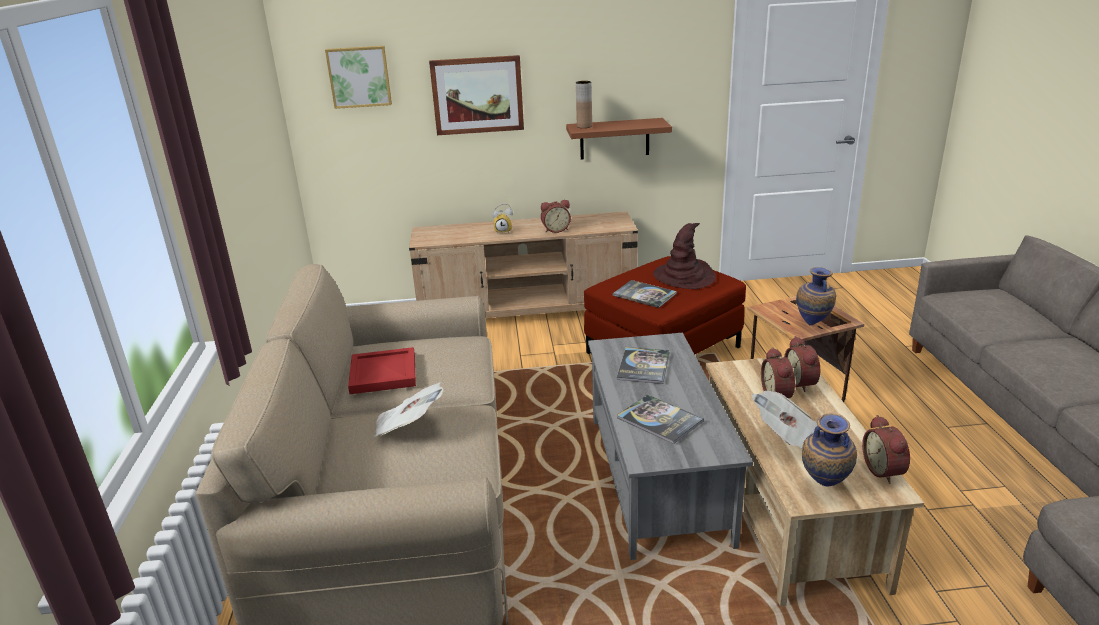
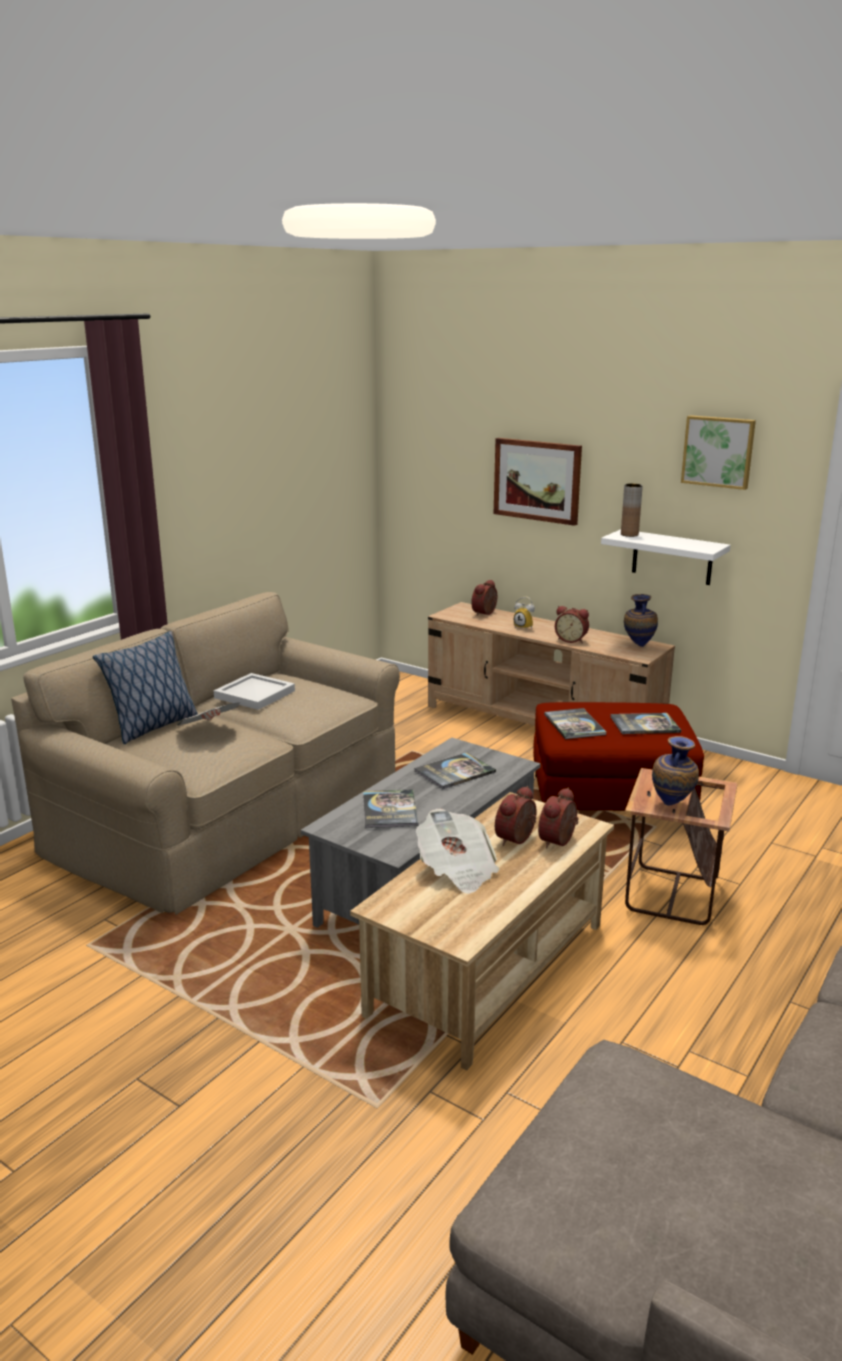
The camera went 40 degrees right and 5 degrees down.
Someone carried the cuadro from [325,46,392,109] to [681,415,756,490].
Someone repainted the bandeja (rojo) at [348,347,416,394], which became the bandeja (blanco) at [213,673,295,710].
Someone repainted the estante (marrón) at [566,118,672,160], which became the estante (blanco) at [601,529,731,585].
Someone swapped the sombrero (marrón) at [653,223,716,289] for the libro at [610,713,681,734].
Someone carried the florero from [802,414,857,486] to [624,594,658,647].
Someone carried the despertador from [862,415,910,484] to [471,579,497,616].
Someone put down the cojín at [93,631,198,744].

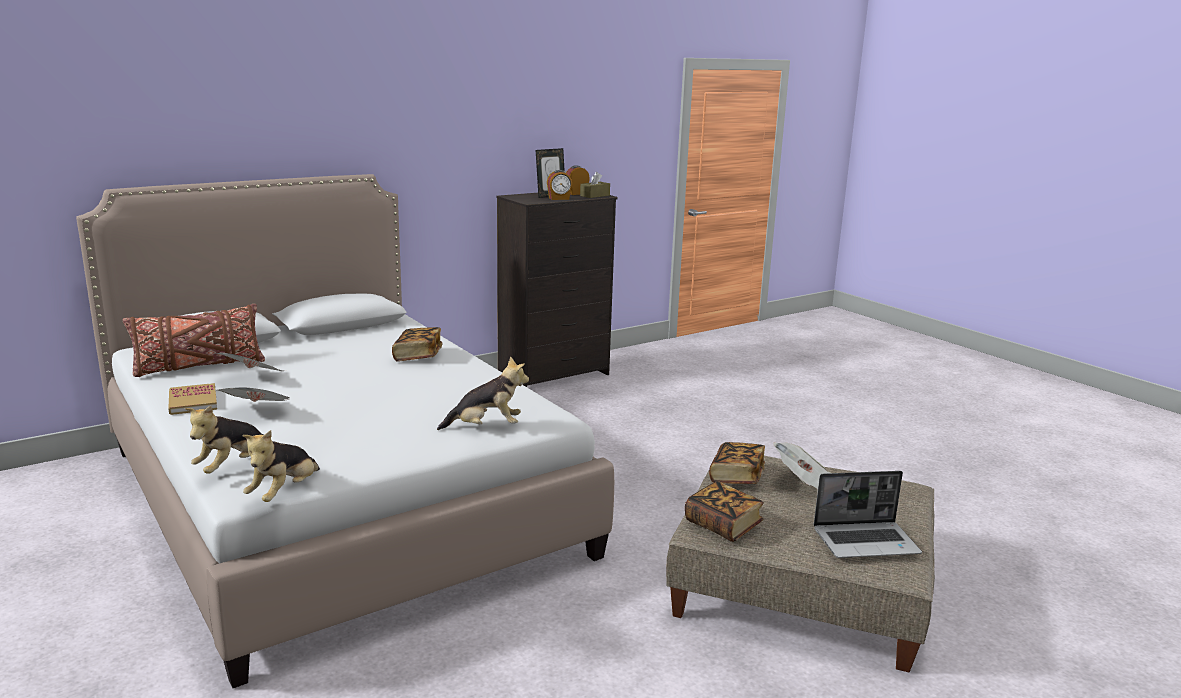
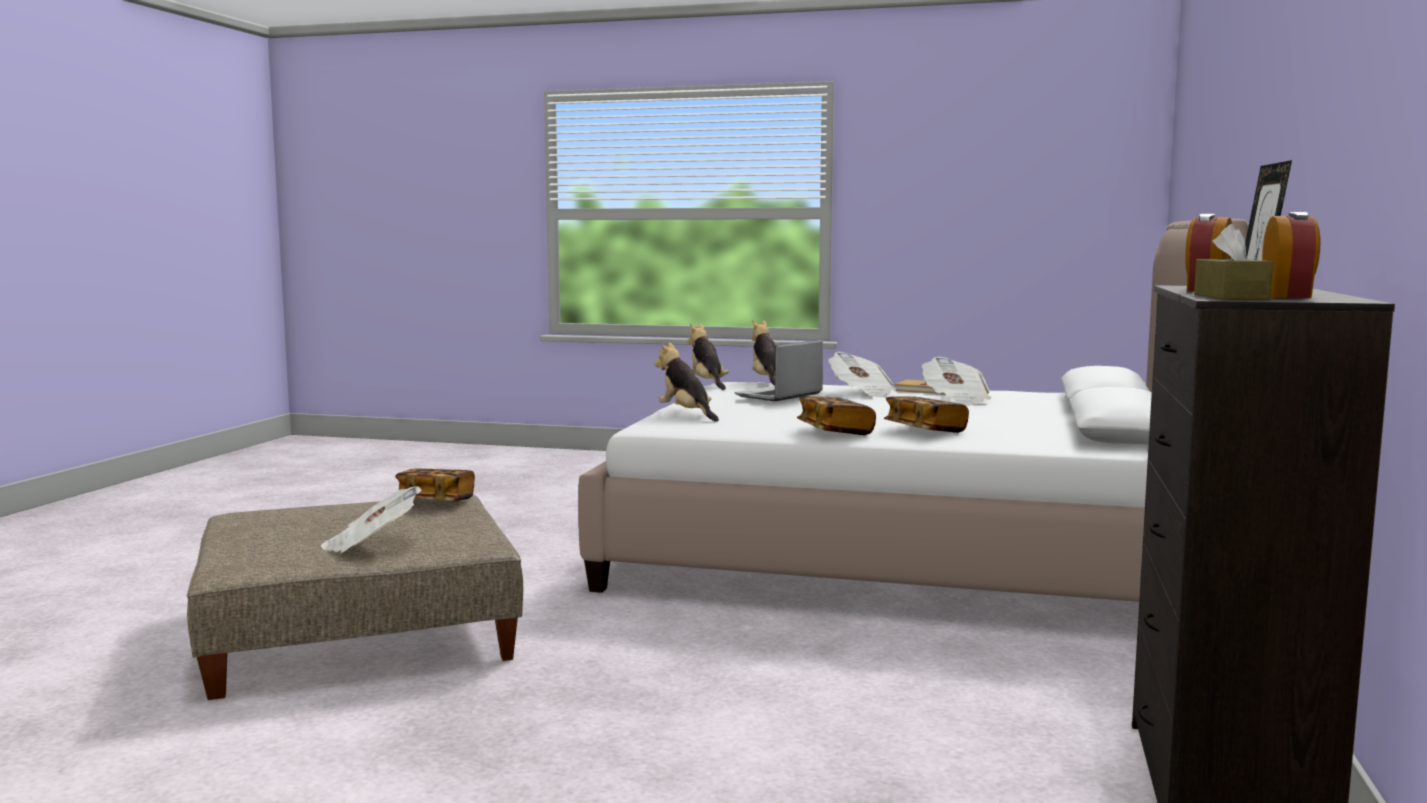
The camera went 140 degrees right and 10 degrees down.
Someone took away the cojín (marrón) at [123,304,265,377].
Someone rotated the peluche at [437,356,529,430] by 105 degrees clockwise.
Someone carried the libro from [709,442,765,484] to [797,396,876,435].
Someone carried the portátil from [814,471,922,558] to [734,340,823,401].

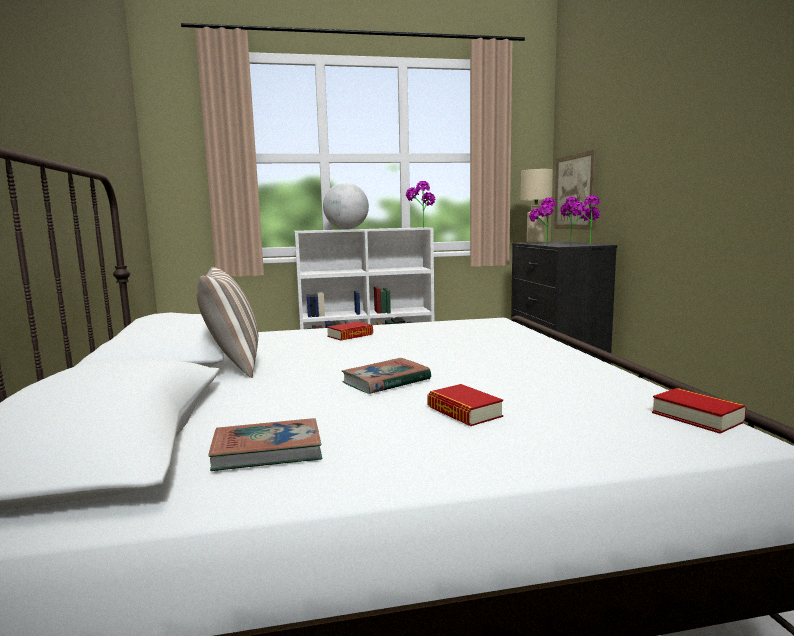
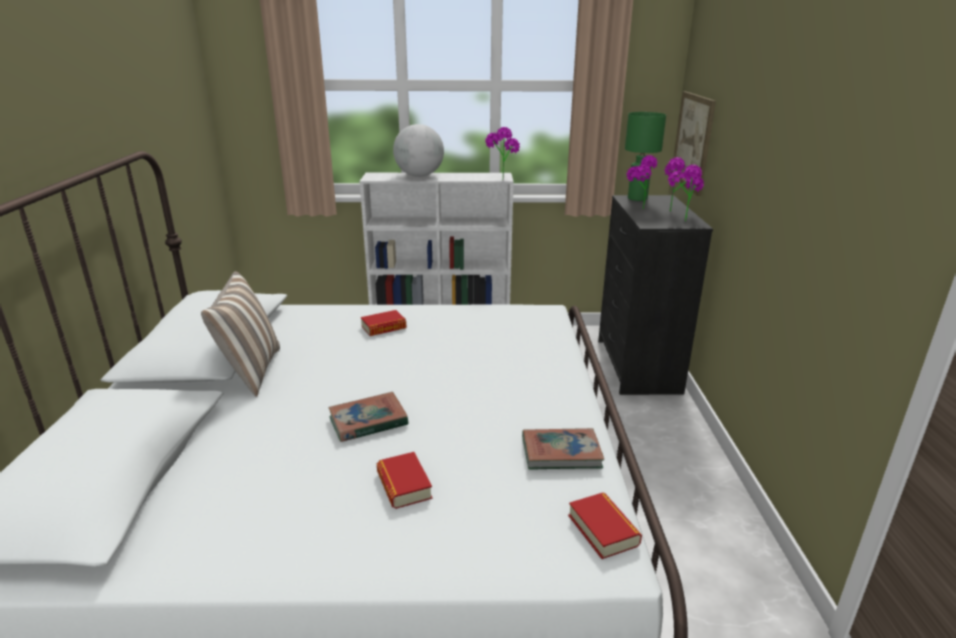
The camera went 10 degrees right and 15 degrees up.
Someone carried the libro from [209,418,322,471] to [522,428,604,470].
Someone repainted the lámpara de mesa (beis) at [521,169,553,243], which became the lámpara de mesa (verde) at [625,112,666,201].

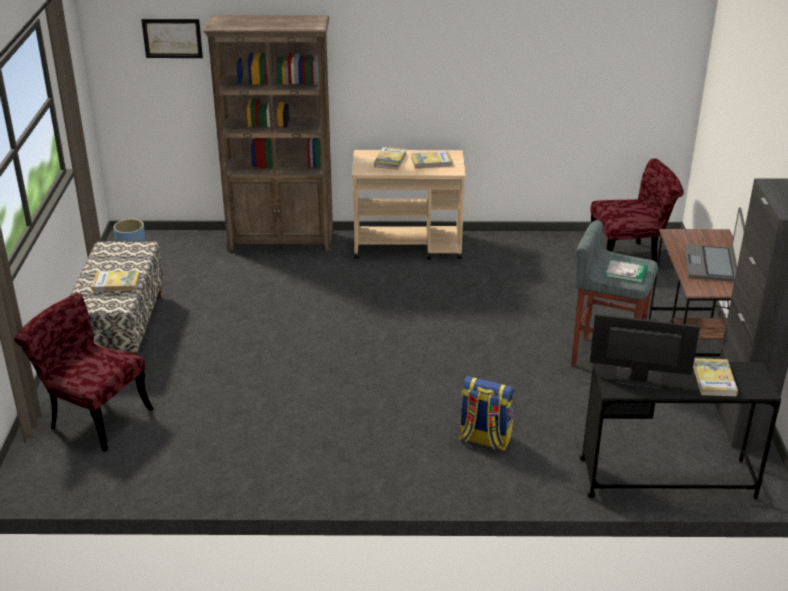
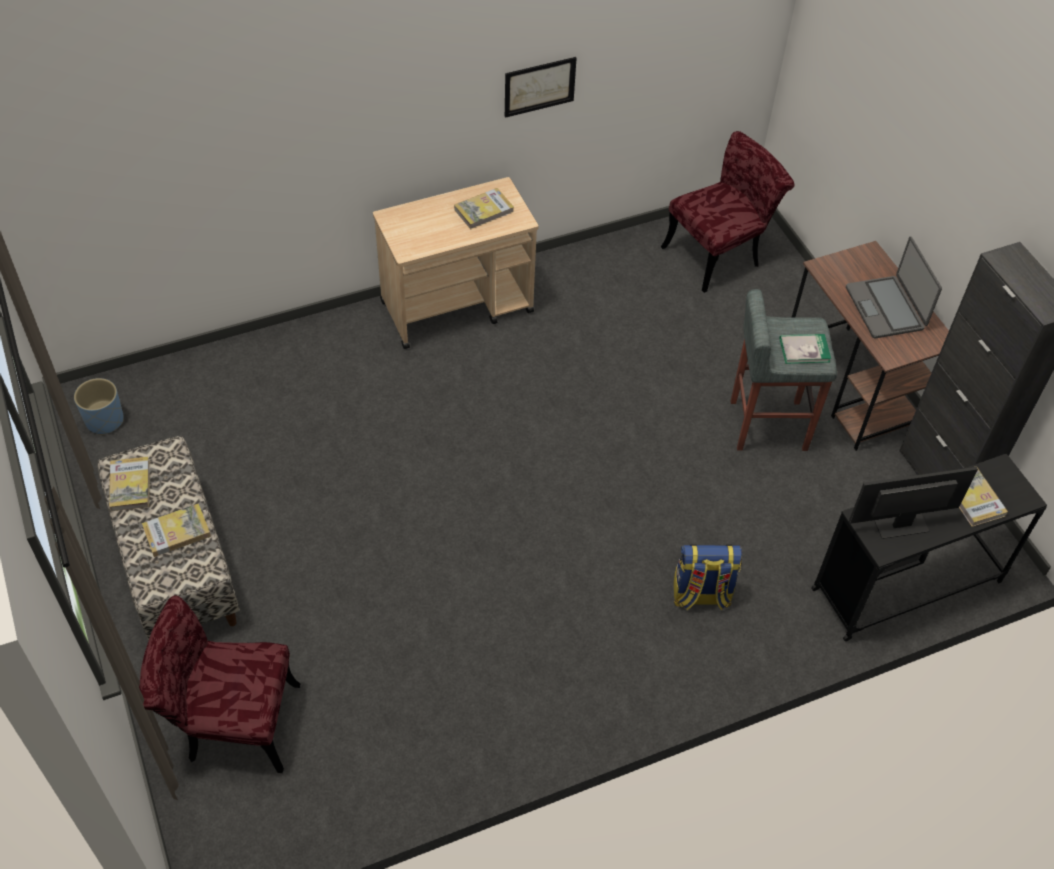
The camera went 25 degrees left and 20 degrees up.
Someone carried the cuadro from [141,19,203,58] to [505,57,577,118].
Someone took away the estantería (marrón) at [203,15,333,252].
Someone carried the libro from [374,147,407,170] to [109,457,150,511].

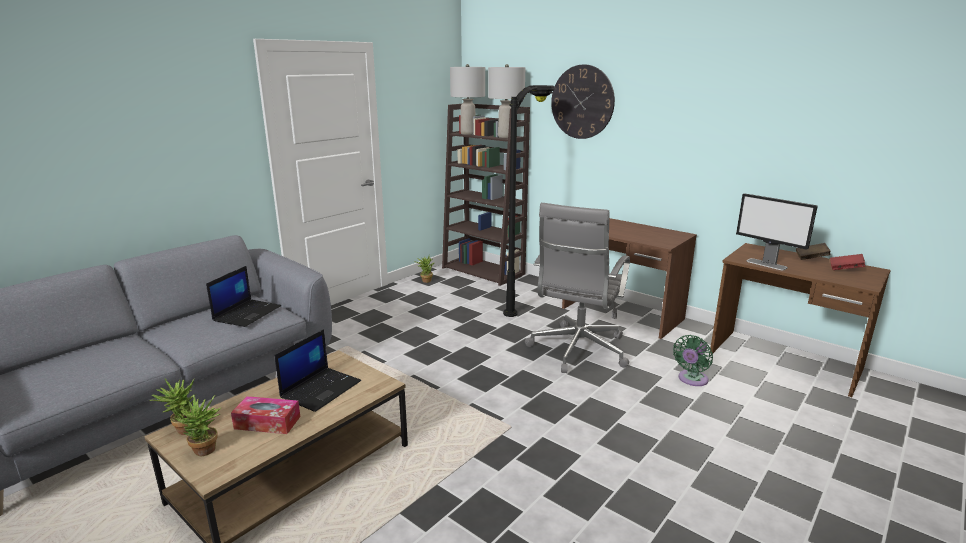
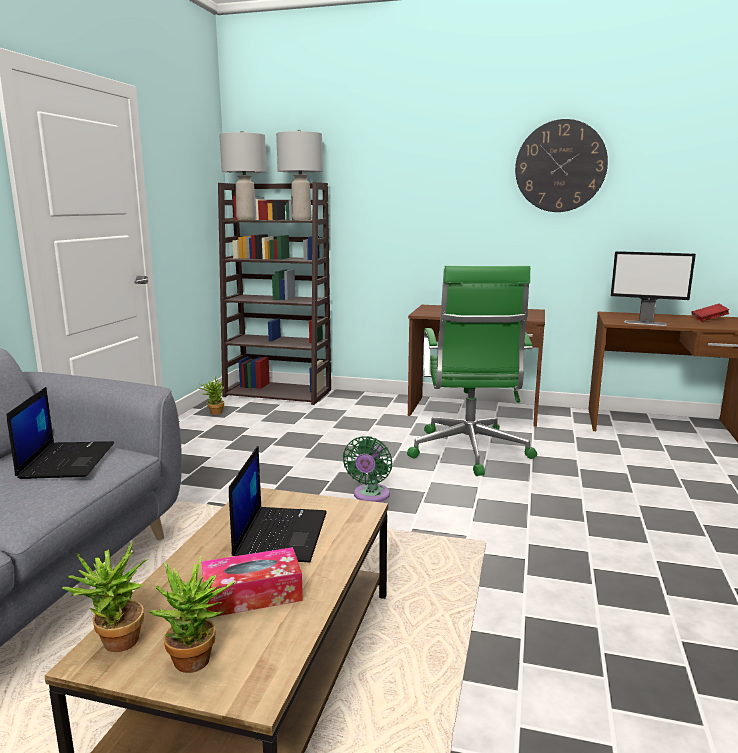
The camera went 25 degrees left and 5 degrees down.
Someone took away the lámpara de pie (negro) at [503,85,556,317].
Someone repainted the silla de oficina (gris) at [525,203,630,373], which became the silla de oficina (verde) at [407,266,537,476].
Someone carried the reloj de pared from [551,65,615,139] to [515,119,608,212].
Someone carried the ventilador (verde) from [673,335,713,386] to [343,436,392,502].
Someone took away the libro (marrón) at [796,243,831,260].

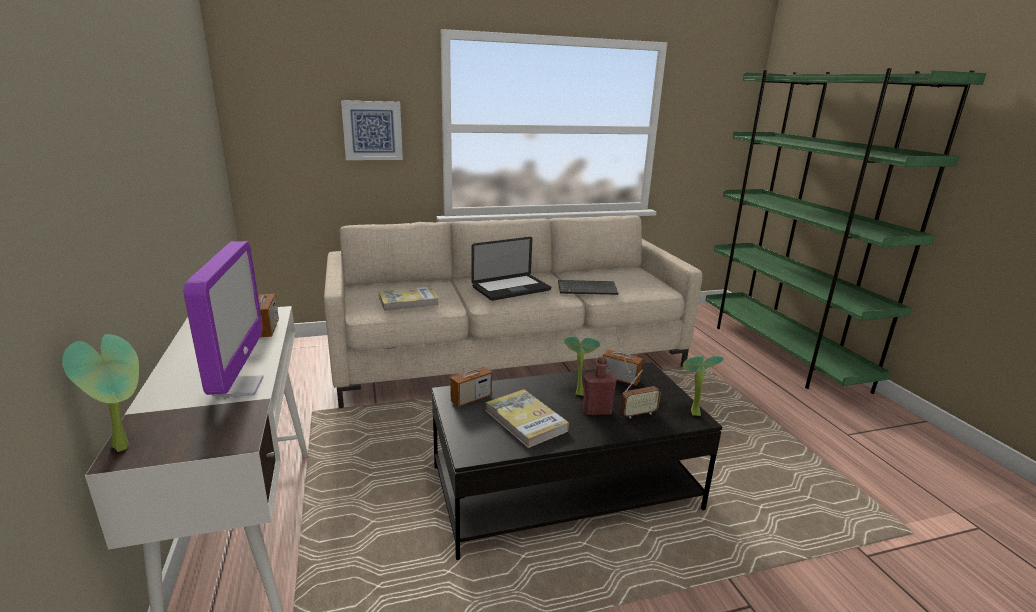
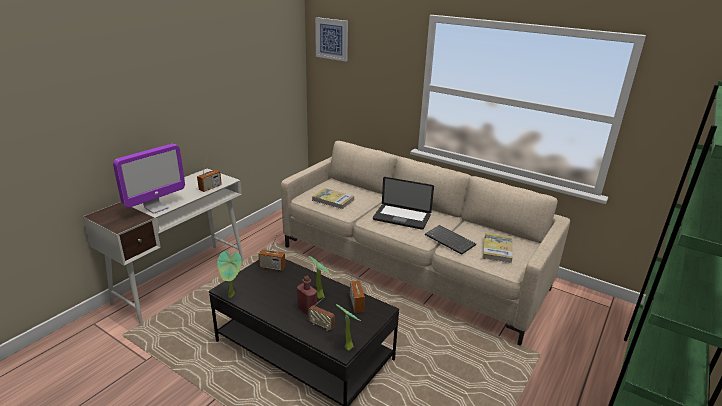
The camera went 50 degrees right and 5 degrees up.
Someone carried the planta en maceta from [62,334,139,452] to [217,251,242,298].
Someone carried the cuadro from [341,100,403,160] to [315,17,348,61].
Someone carried the libro from [485,389,569,448] to [482,233,513,263].

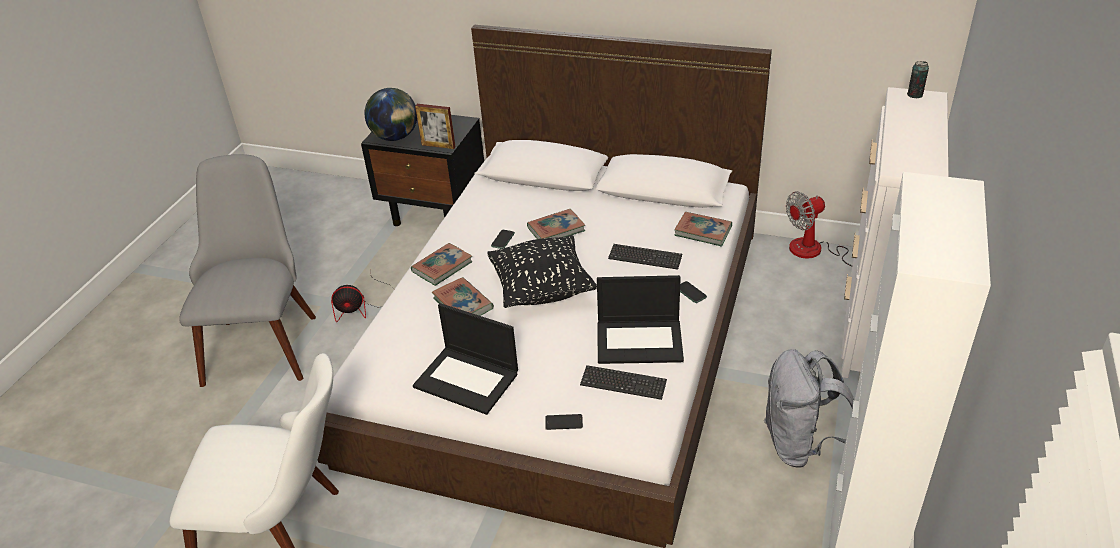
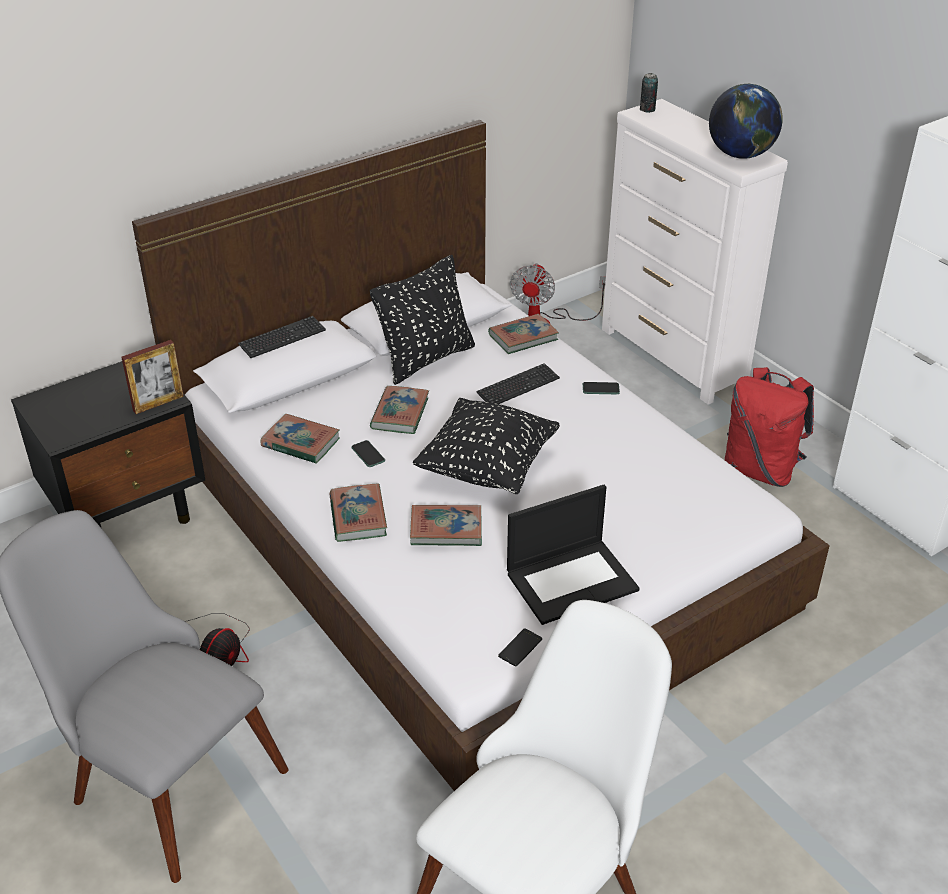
The camera went 55 degrees left and 0 degrees up.
Someone carried the globo terráqueo from [364,88,417,141] to [709,84,783,159].
Someone carried the móvil from [545,414,583,430] to [498,629,542,666].
Someone carried the teclado from [580,365,667,400] to [238,316,326,358].
Someone took away the portátil at [597,275,684,364].
Someone repainted the mochila (gris) at [764,349,854,468], which became the mochila (rojo) at [725,367,814,487].
Someone put down the libro at [261,414,340,464].
Someone put down the cojín (negro) at [370,255,475,385].

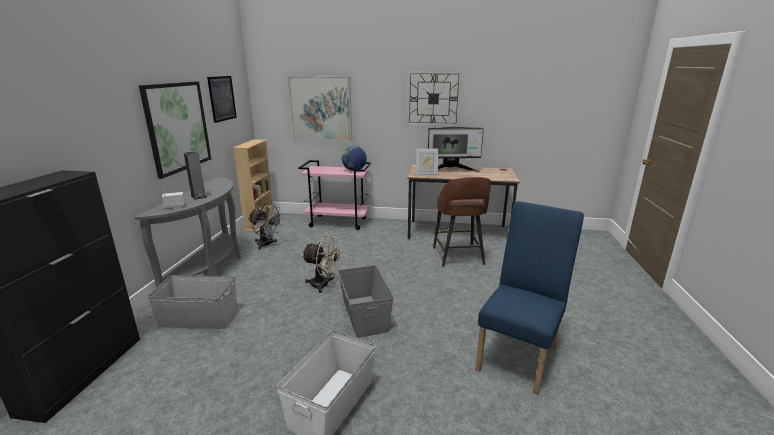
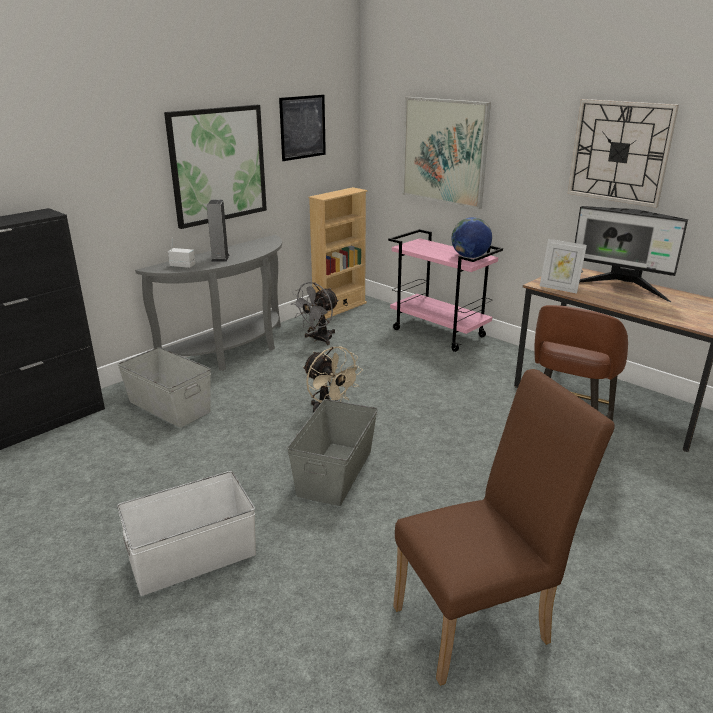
The camera went 35 degrees right and 5 degrees up.
Someone rotated the ventilador (gris) at [248,203,284,250] by 60 degrees clockwise.
Someone repainted the silla (azul) at [475,201,584,395], which became the silla (marrón) at [393,369,615,686].

